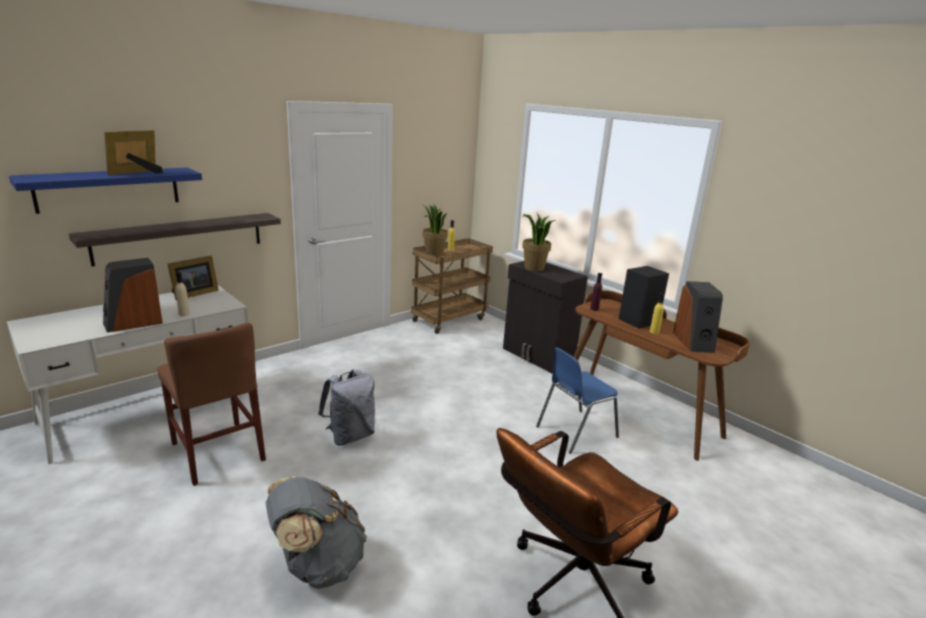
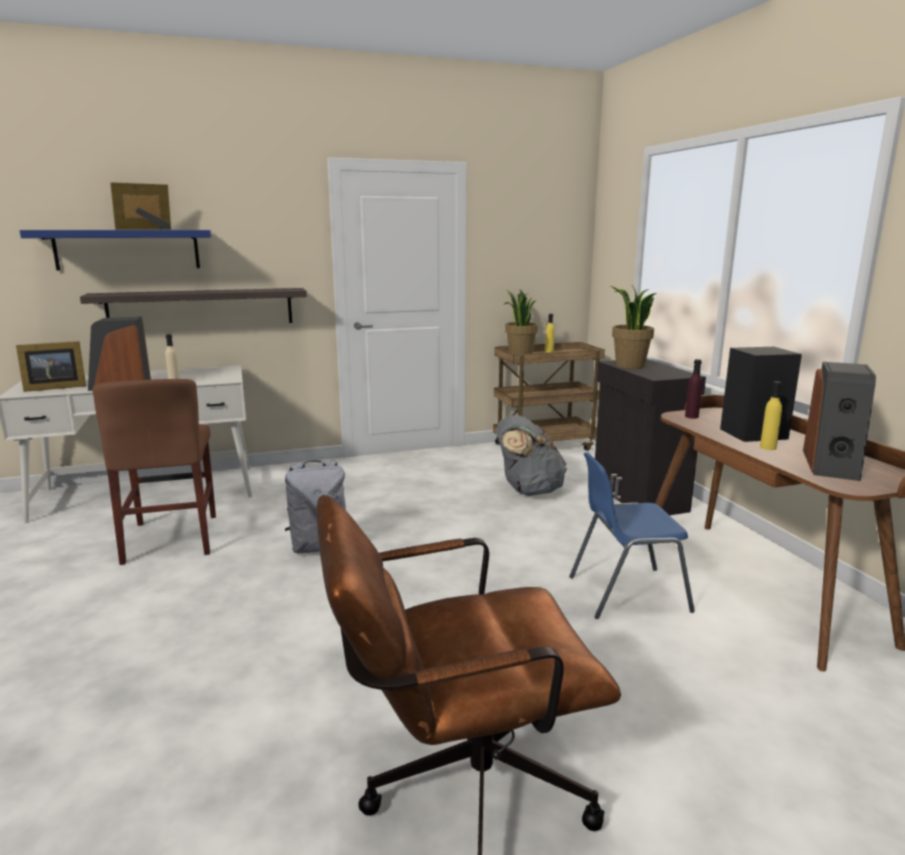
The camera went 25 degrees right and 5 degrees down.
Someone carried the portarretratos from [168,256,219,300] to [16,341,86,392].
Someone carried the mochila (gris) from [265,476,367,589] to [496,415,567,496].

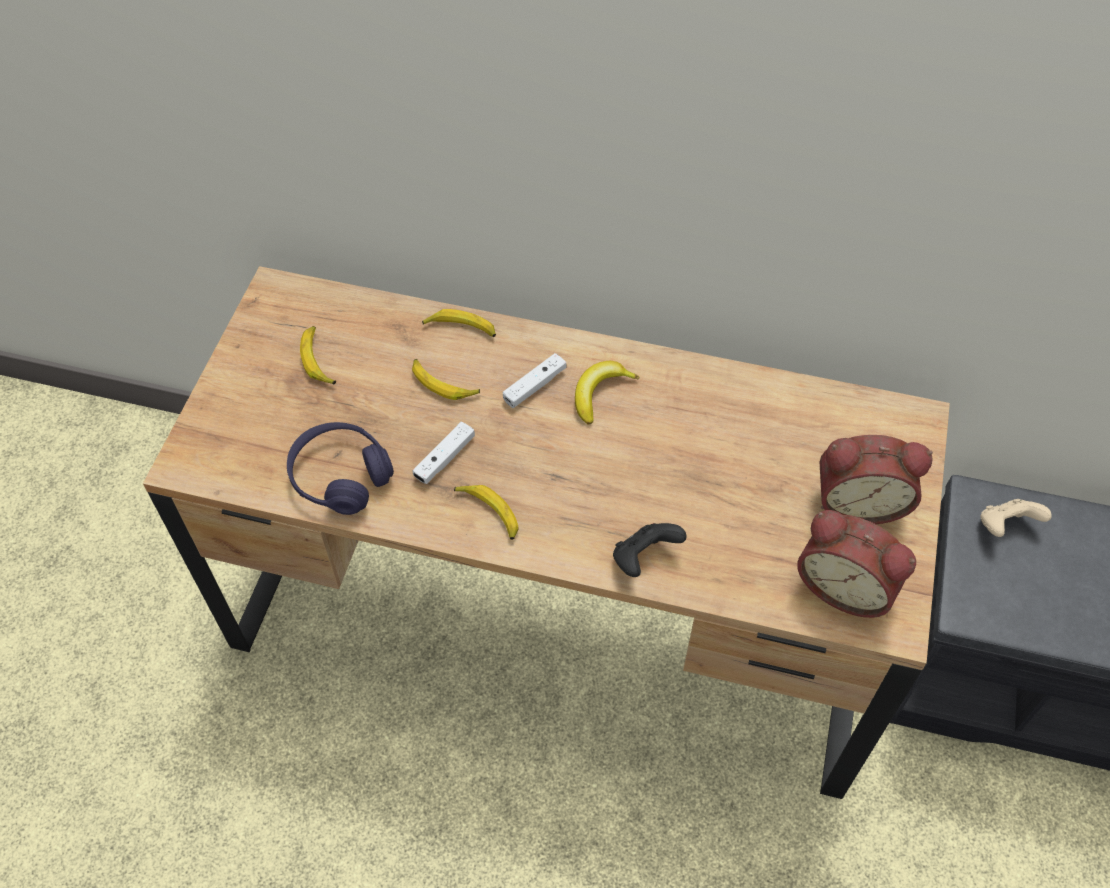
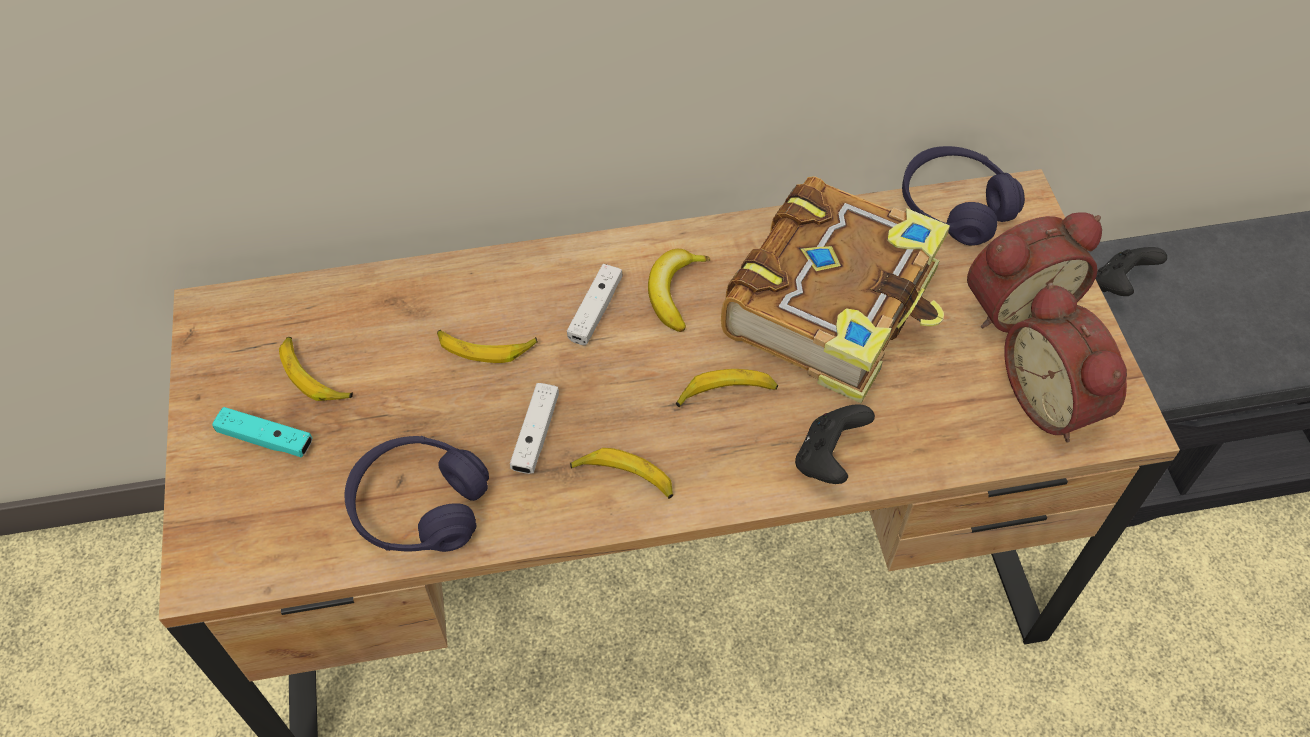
The camera went 25 degrees left and 0 degrees up.
Someone carried the plátano from [422,309,496,337] to [676,369,778,408].
Someone rotated the despertador at [797,510,916,618] by 60 degrees clockwise.
Someone repainted the mando de consola (beis) at [981,499,1052,537], which became the mando de consola (negro) at [1095,247,1167,296].
Someone put down the mando de consola (turquesa) at [212,407,312,457].
Someone put down the libro at [721,176,950,403].
Someone put down the auriculares (morado) at [902,146,1025,246].

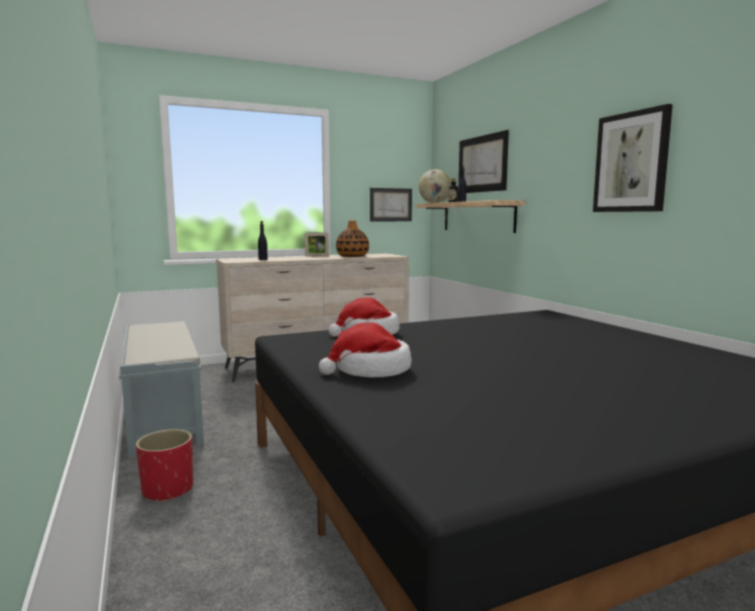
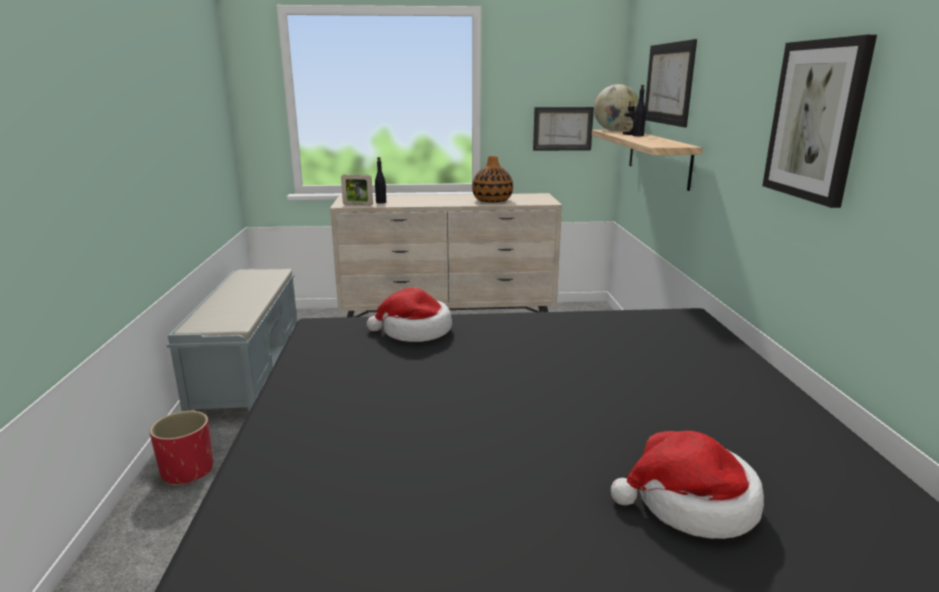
The camera went 20 degrees right and 10 degrees up.
Someone carried the portarretratos from [305,232,329,257] to [341,174,373,206].
Someone carried the sombrero from [319,322,412,378] to [611,431,764,539].

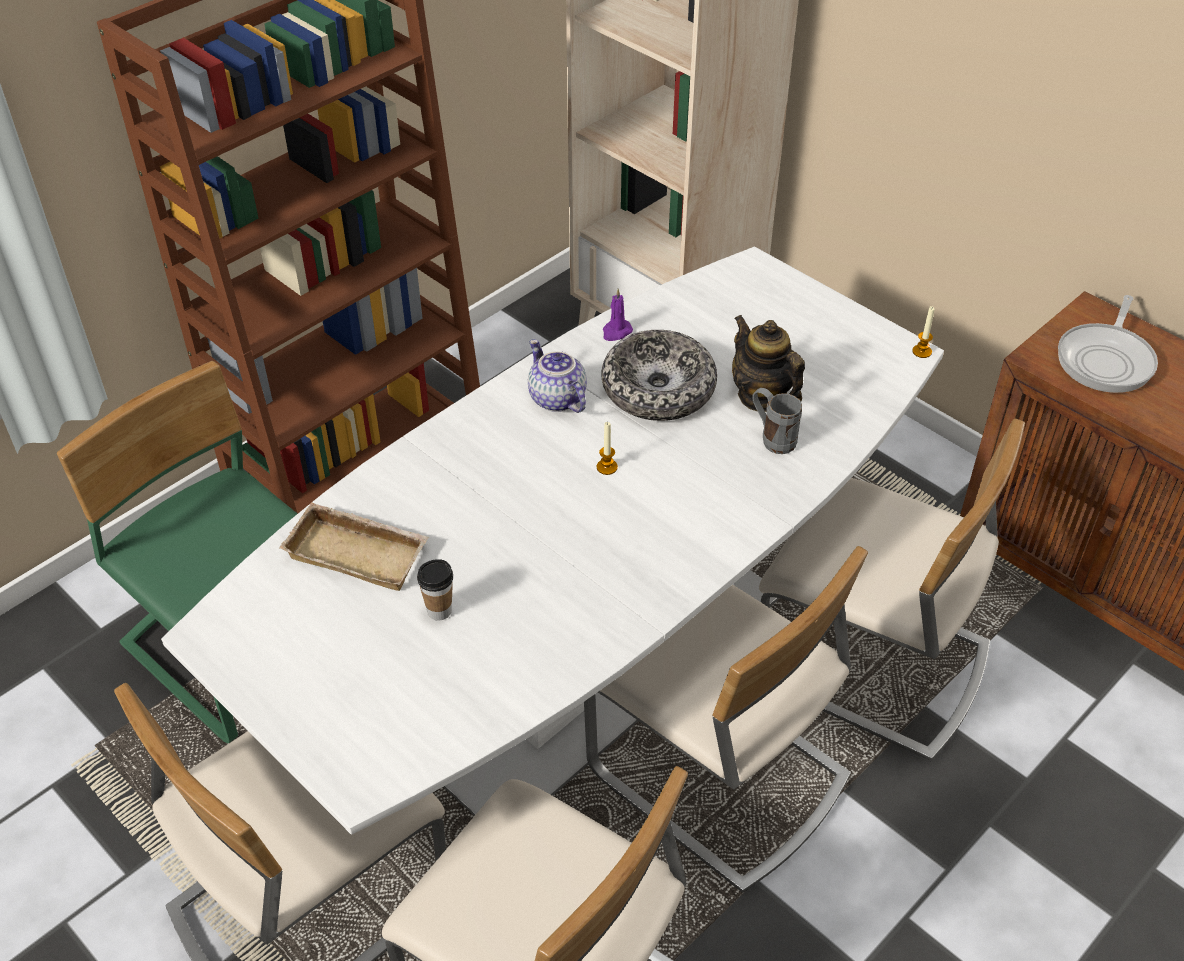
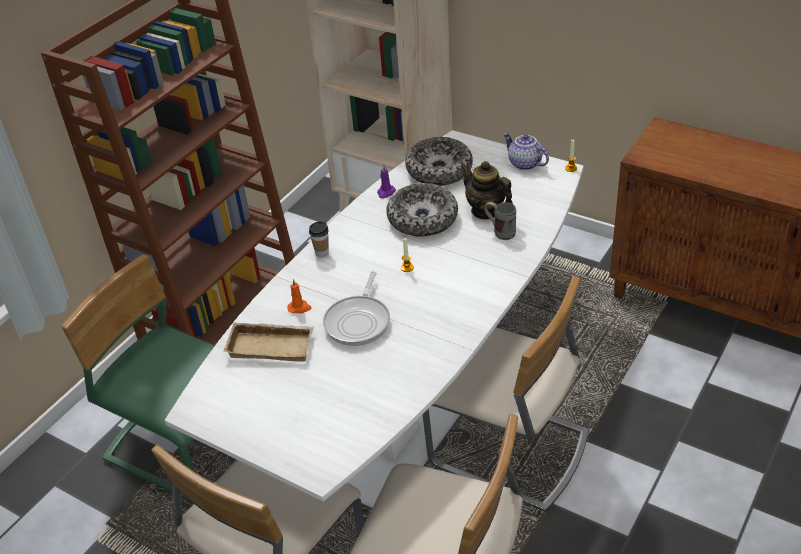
The camera went 10 degrees left and 5 degrees down.
Someone carried the taza from [417,559,453,620] to [309,221,329,258].
Someone carried the tetera from [528,339,587,413] to [503,133,549,170].
Someone took away the silla (beis) at [759,419,1025,761].
Someone carried the sartén from [1058,295,1158,393] to [323,271,390,346].
Someone put down the vela (naranja) at [287,279,311,314].
Someone put down the cuenco at [405,137,473,186].

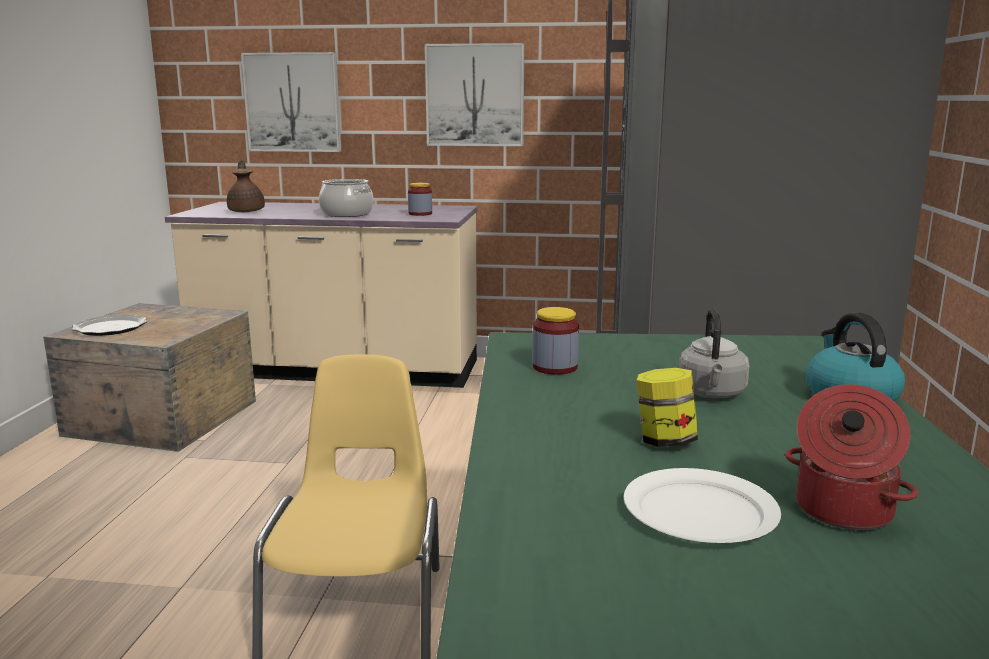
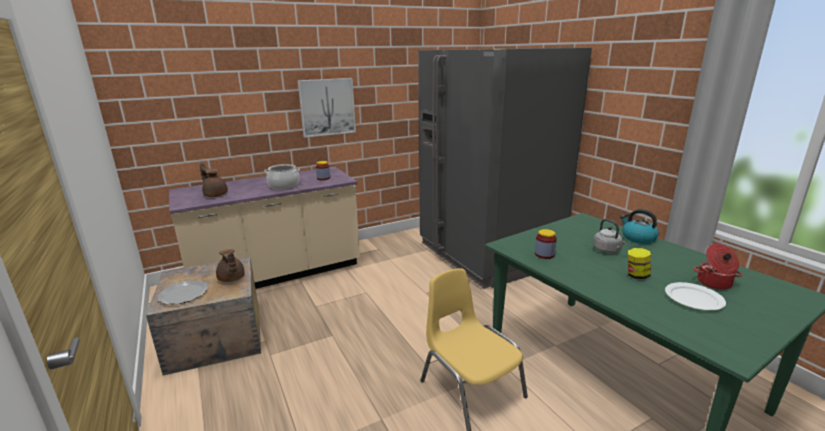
The camera went 35 degrees left and 5 degrees up.
Someone took away the cuadro at [241,52,341,152].
Someone put down the tetera (marrón) at [216,249,245,282].

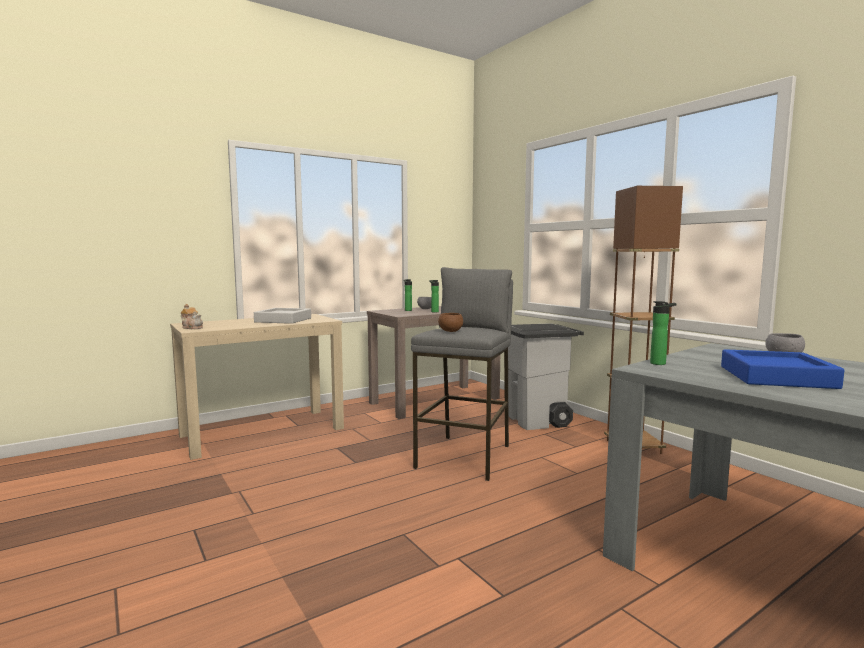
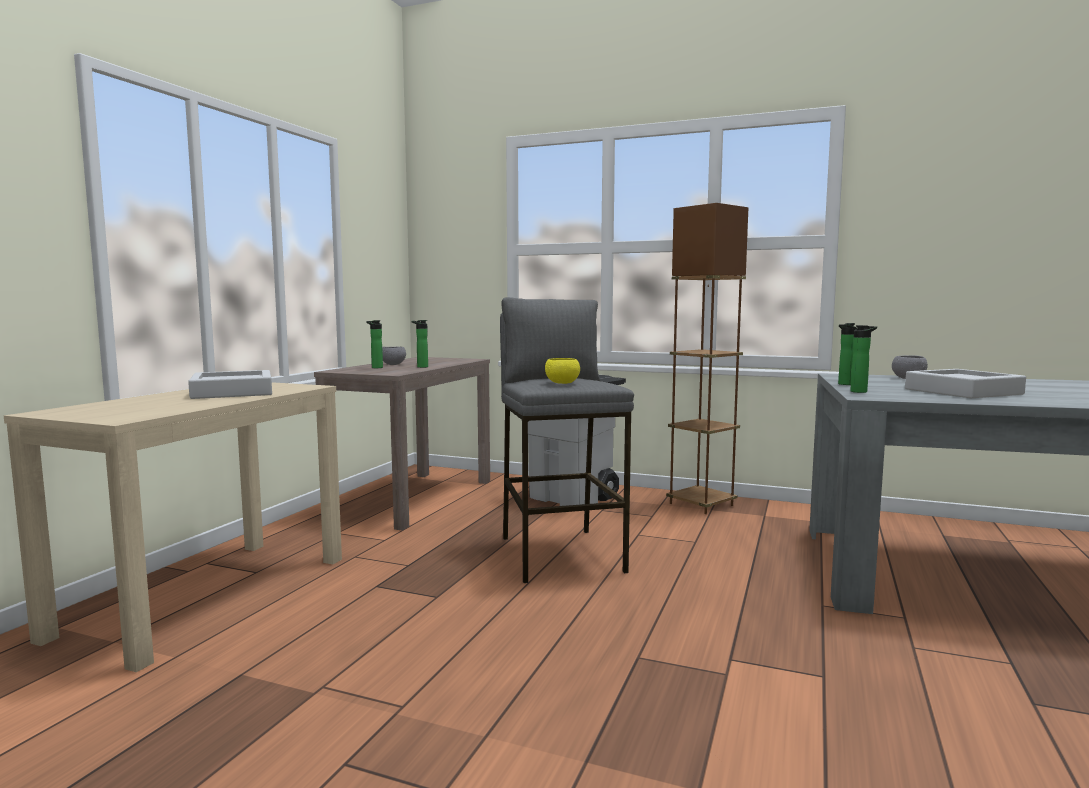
The camera went 35 degrees left and 0 degrees up.
Someone took away the tetera at [181,304,203,329].
Someone repainted the cuenco (marrón) at [438,313,463,332], which became the cuenco (amarillo) at [545,358,580,384].
Someone repainted the bandeja (azul) at [721,349,844,389], which became the bandeja (gris) at [905,369,1026,398].
Someone put down the botella at [838,323,857,385].

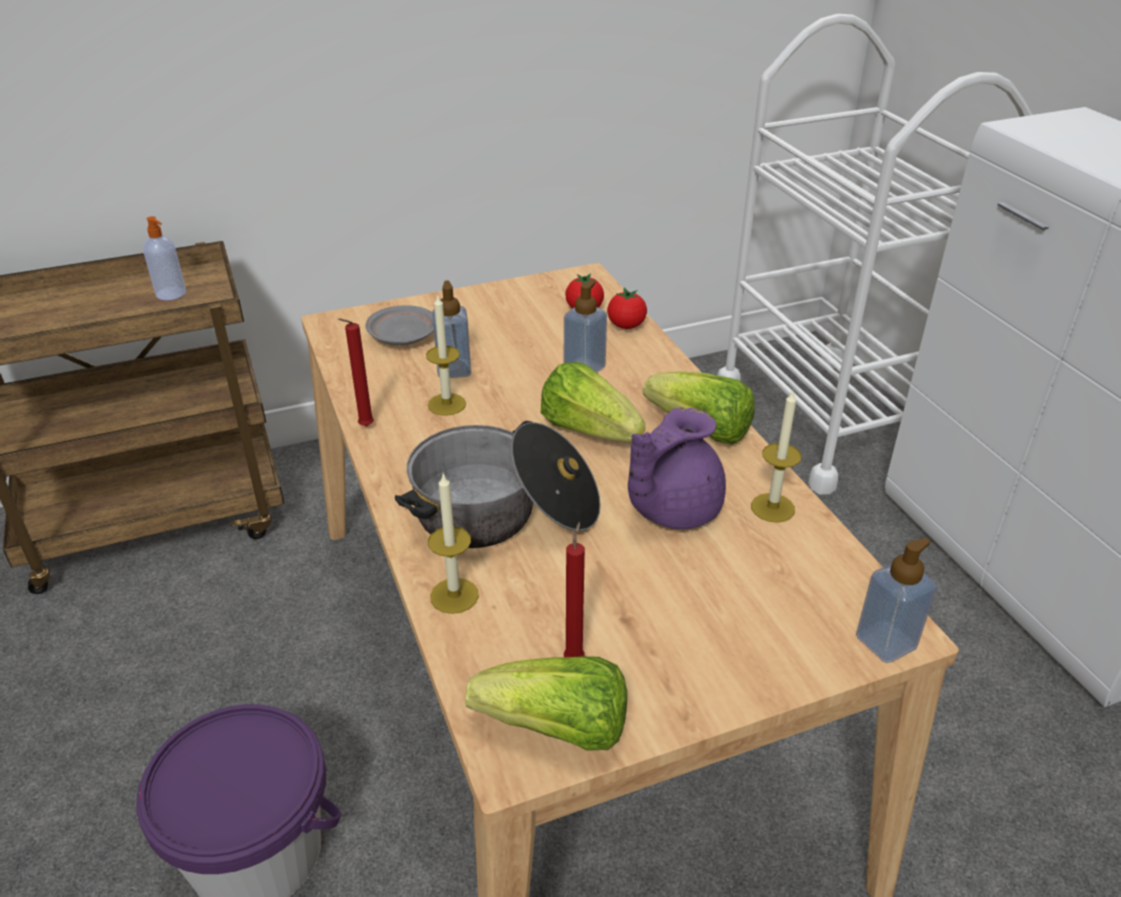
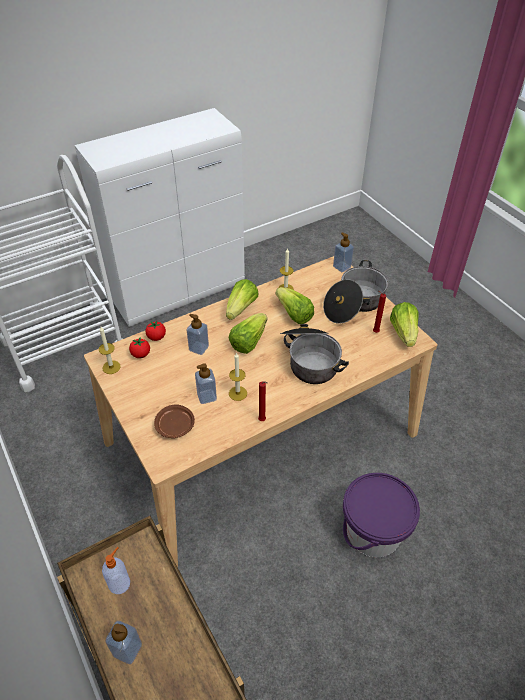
The camera went 100 degrees left and 10 degrees up.
Someone repainted the plato (gris) at [365,305,434,345], which became the plato (marrón) at [154,404,195,438].
Someone carried the vela from [428,473,479,614] to [99,327,121,374].
Someone swapped the tetera (morado) at [628,407,726,529] for the lechuga at [276,287,314,324].
Someone put down the dispensador de jabón at [105,621,142,664].
Someone put down the olla at [323,260,388,324].

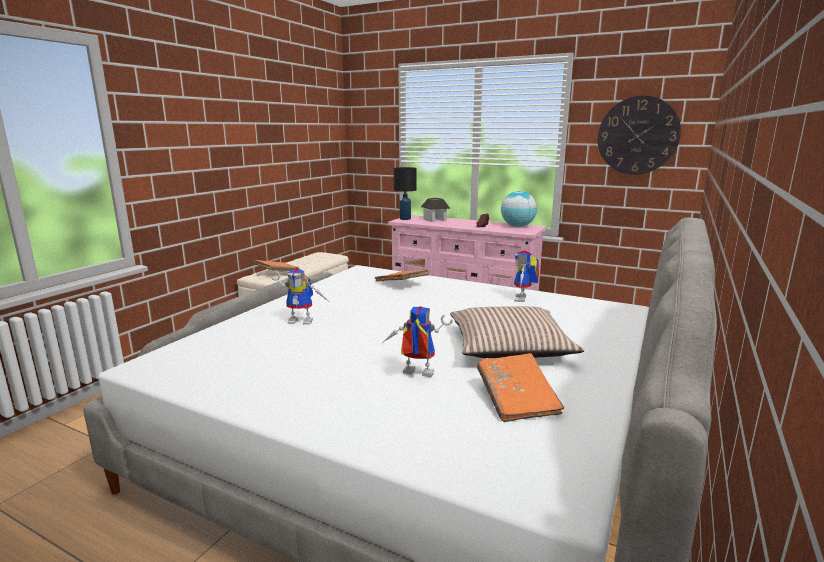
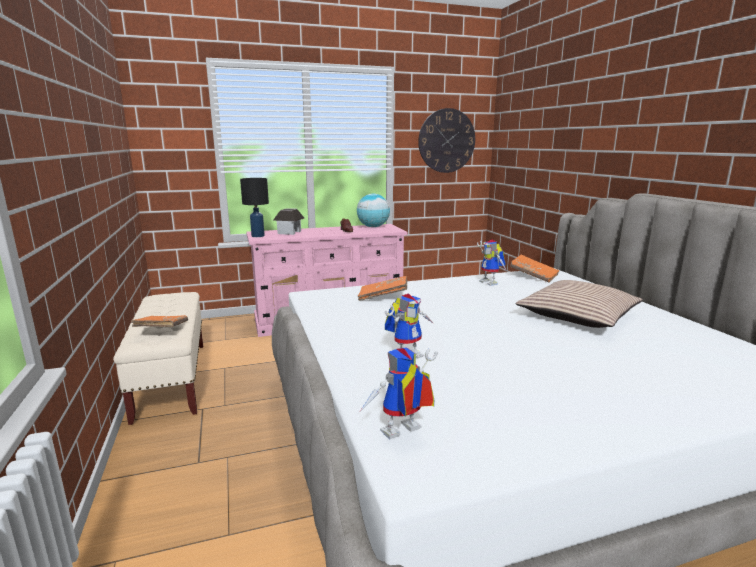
The camera went 45 degrees left and 0 degrees up.
Someone carried the robot de juguete from [382,306,453,377] to [359,347,438,440].
Someone carried the libro (naranja) from [477,353,564,422] to [510,254,559,283].

